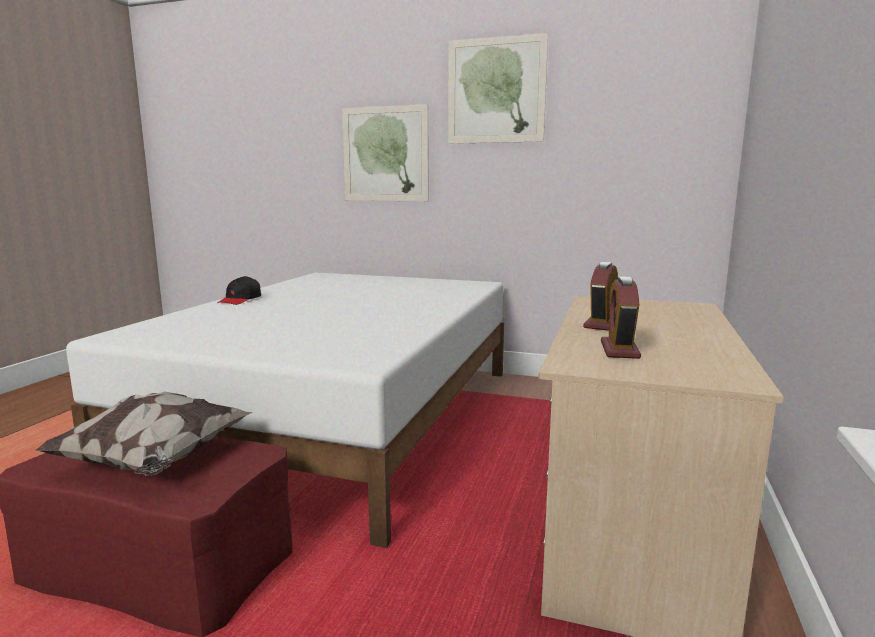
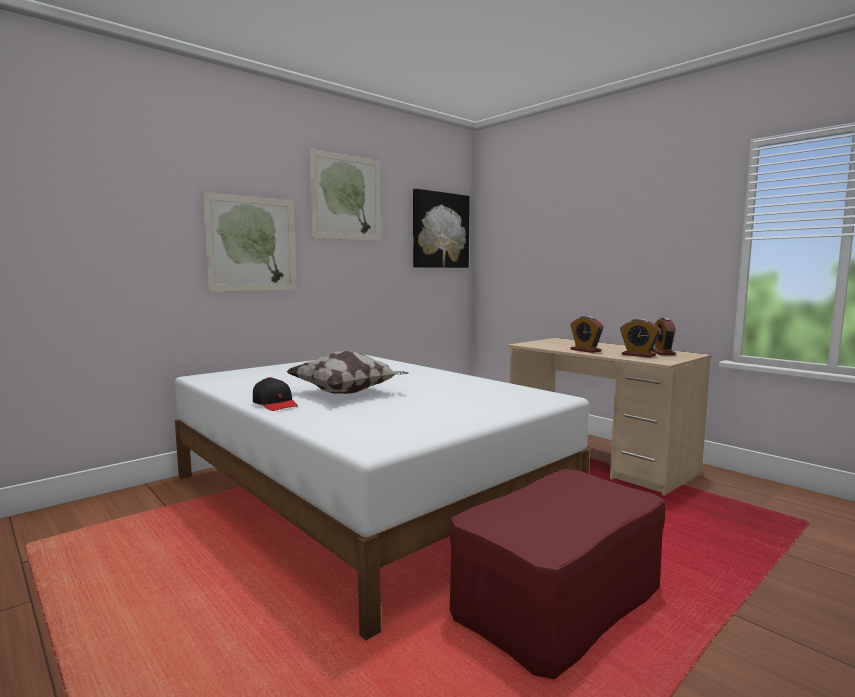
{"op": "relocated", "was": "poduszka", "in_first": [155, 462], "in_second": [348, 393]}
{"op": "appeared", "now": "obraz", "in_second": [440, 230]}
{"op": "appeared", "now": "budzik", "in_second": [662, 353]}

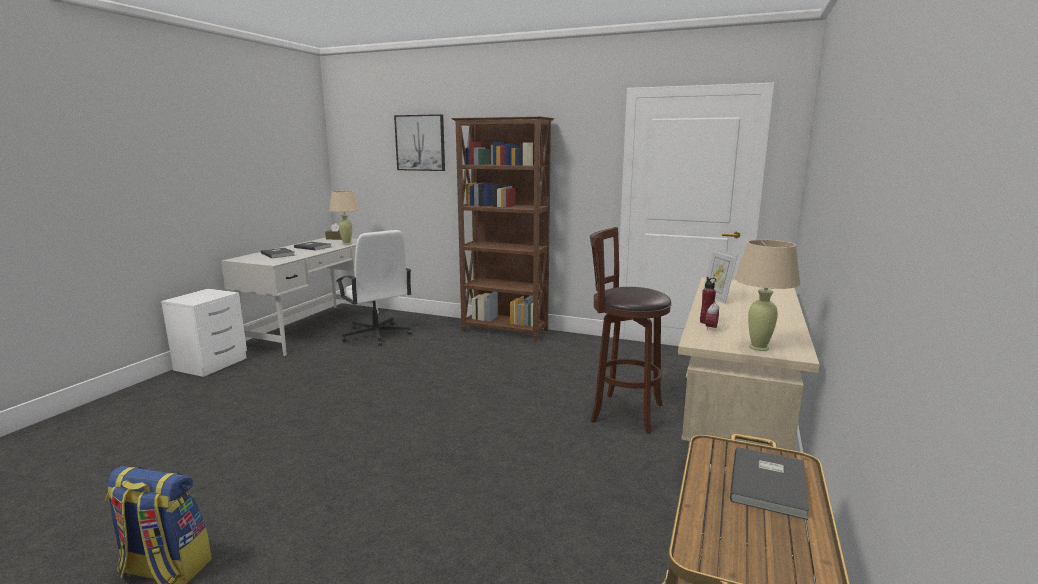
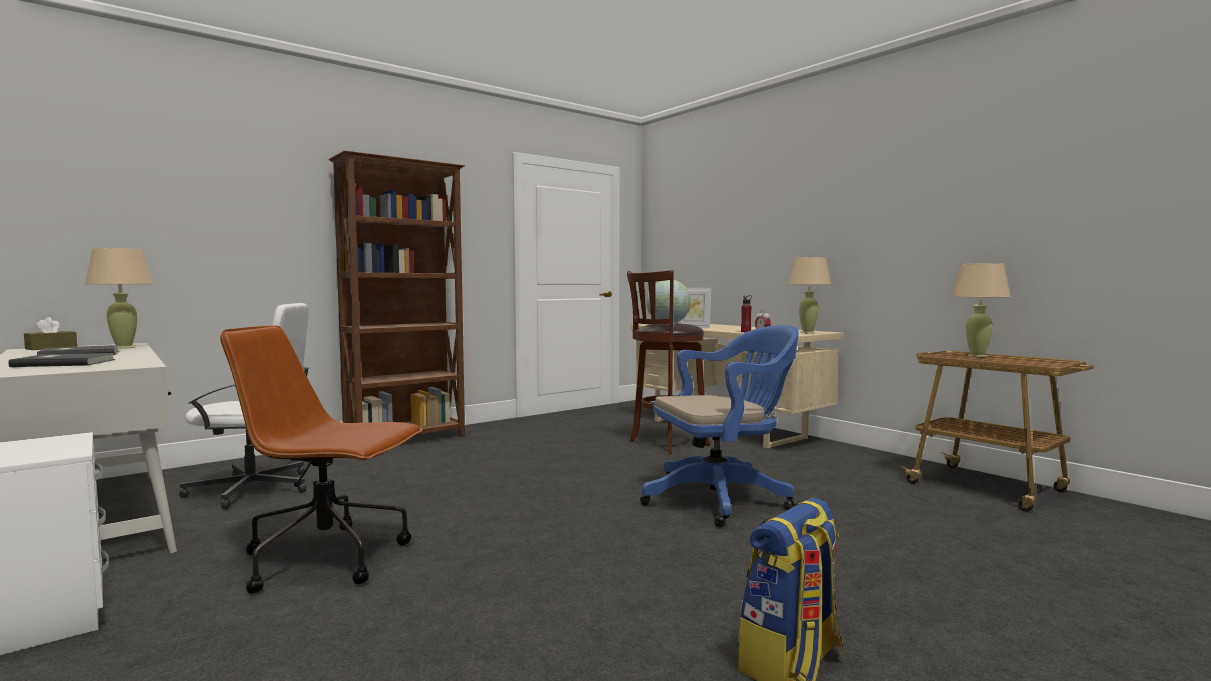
{"op": "missing", "was": "obraz", "in_first": [420, 143]}
{"op": "exchanged", "was": "książka [szary]", "now": "lampa stołowa [beżowy]", "in_first": [770, 484], "in_second": [977, 356]}
{"op": "appeared", "now": "krzesło biurowe [brązowy]", "in_second": [328, 558]}
{"op": "appeared", "now": "krzesło biurowe [niebieski]", "in_second": [722, 499]}
{"op": "appeared", "now": "globus", "in_second": [668, 324]}

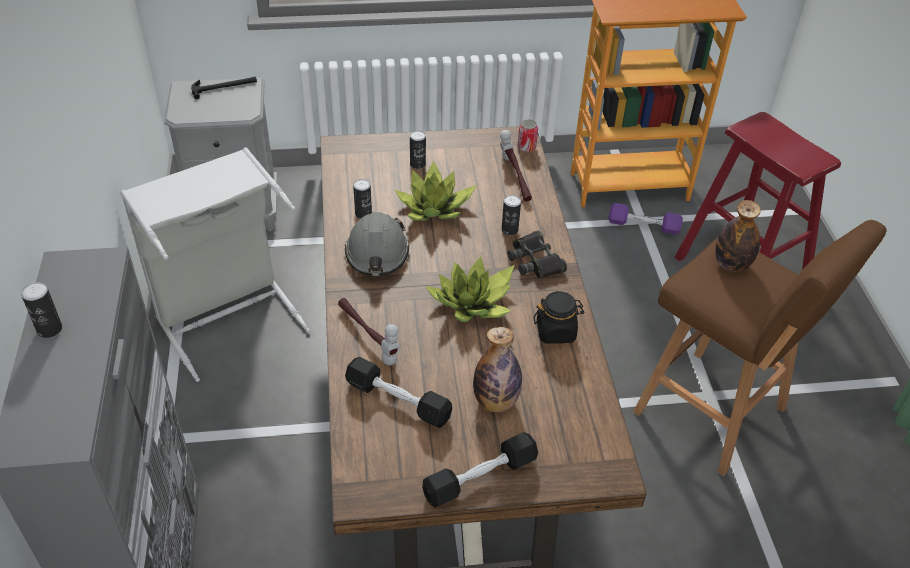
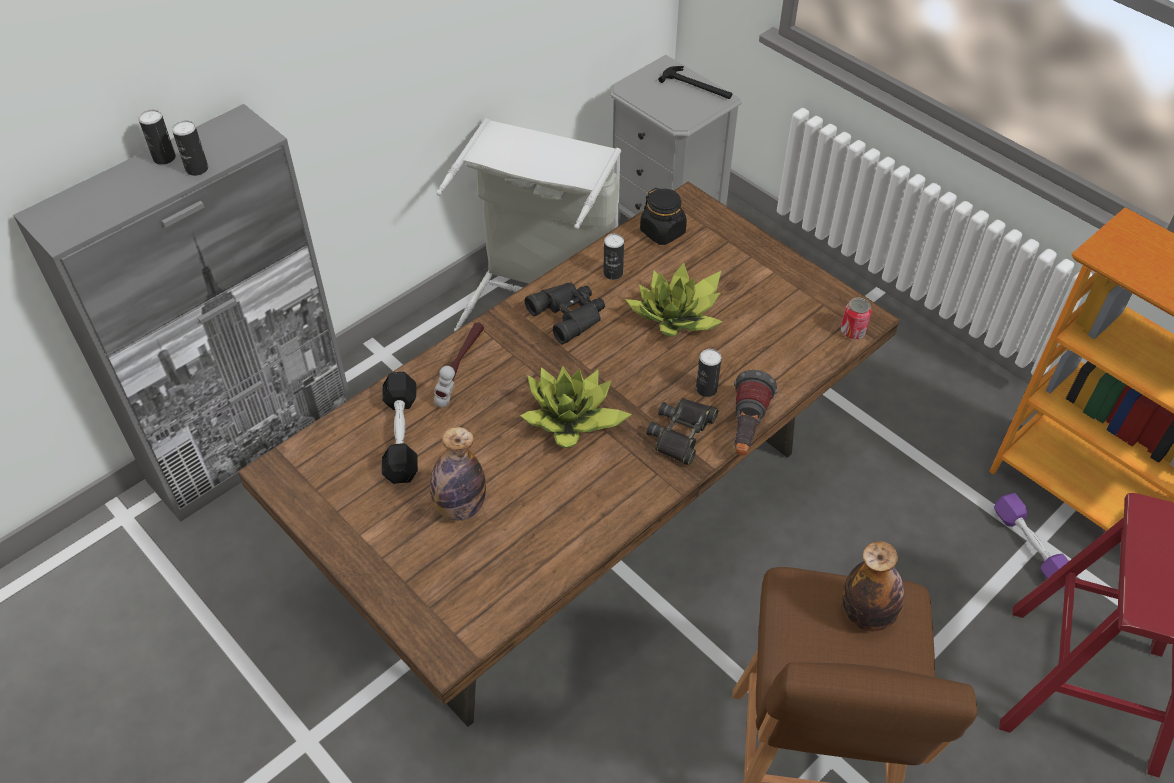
{"op": "exchanged", "was": "kask [szary]", "now": "lornetka [czarny]", "in_first": [377, 254], "in_second": [570, 314]}
{"op": "relocated", "was": "puszka", "in_first": [417, 164], "in_second": [197, 169]}
{"op": "missing", "was": "hantel [czarny]", "in_first": [480, 478]}
{"op": "missing", "was": "młotek", "in_first": [515, 178]}
{"op": "relocated", "was": "słoik [czarny]", "in_first": [556, 331], "in_second": [663, 232]}
{"op": "appeared", "now": "latarka", "in_second": [746, 429]}

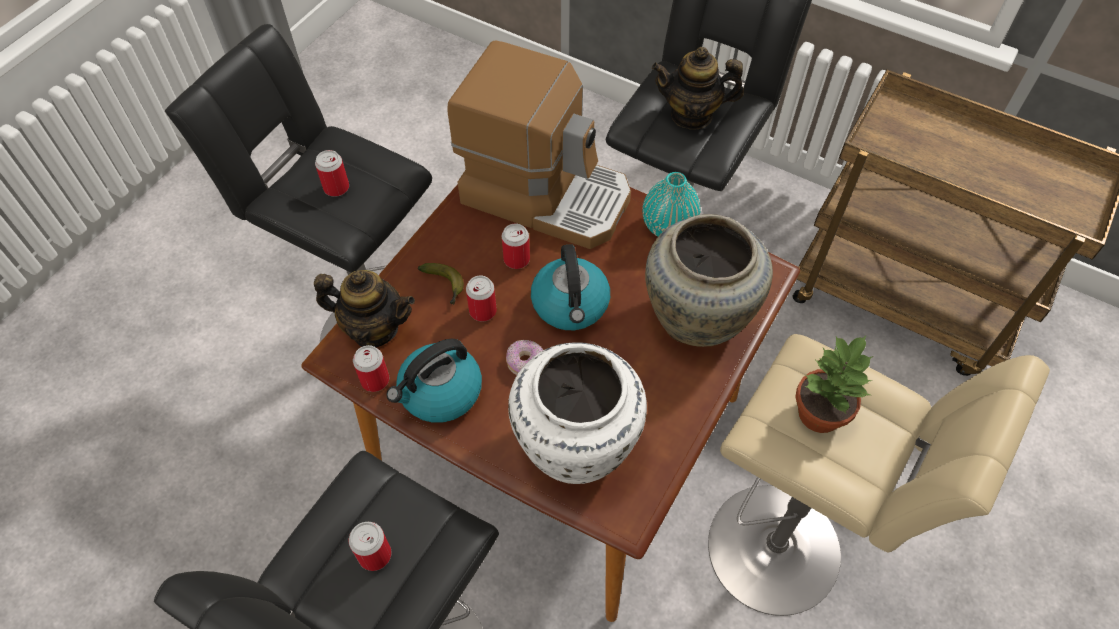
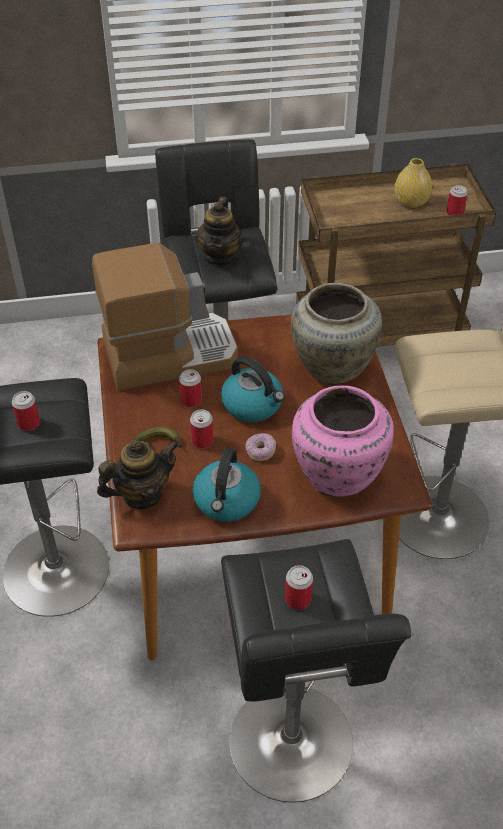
{"op": "relocated", "was": "puszka", "in_first": [375, 380], "in_second": [454, 213]}
{"op": "colour", "was": "wazon [biały]", "now": "wazon [różowy]", "in_first": [577, 444], "in_second": [338, 473]}
{"op": "missing", "was": "wazon [turkusowy]", "in_first": [668, 226]}
{"op": "spun", "was": "imbryk", "in_first": [692, 115], "in_second": [220, 257], "clockwise": -45}
{"op": "missing", "was": "roślina doniczkowa", "in_first": [819, 412]}
{"op": "appeared", "now": "wazon [żółty]", "in_second": [411, 202]}

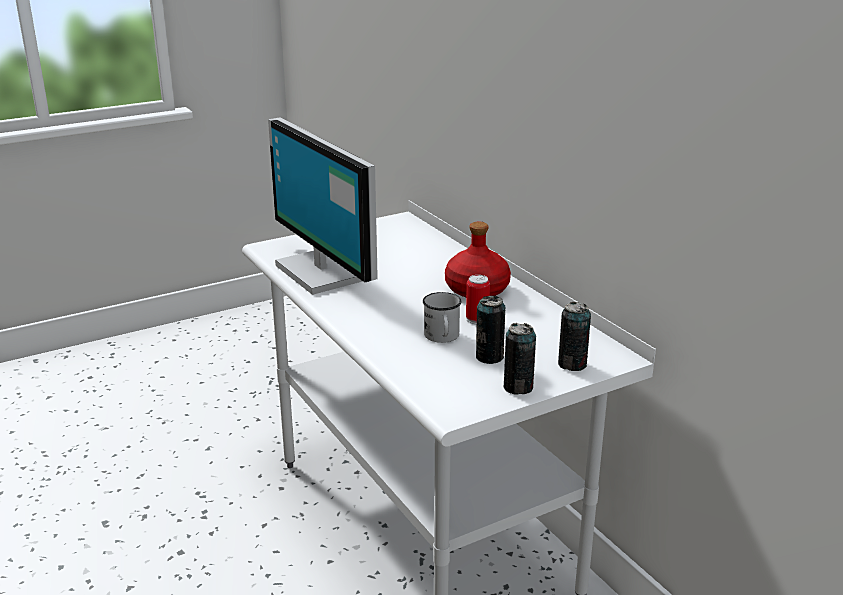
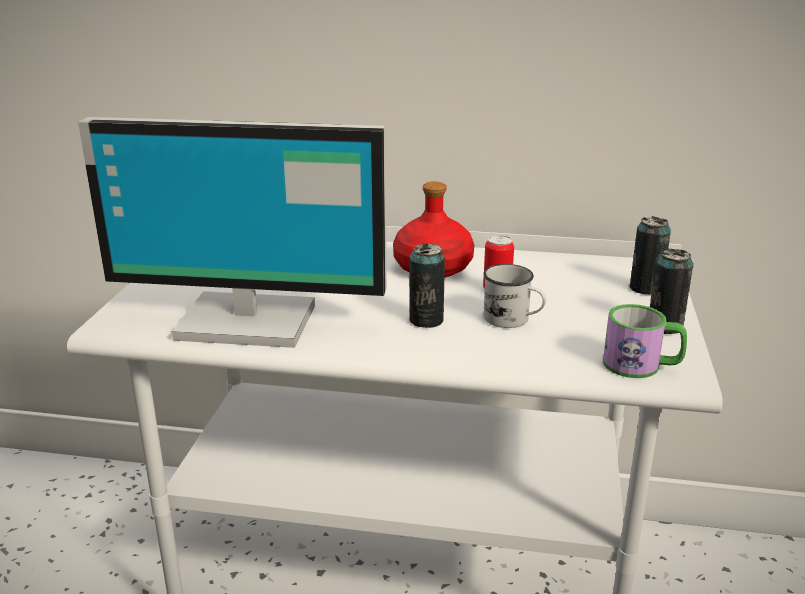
{"op": "relocated", "was": "puszka", "in_first": [489, 357], "in_second": [426, 320]}
{"op": "appeared", "now": "kubek", "in_second": [642, 365]}

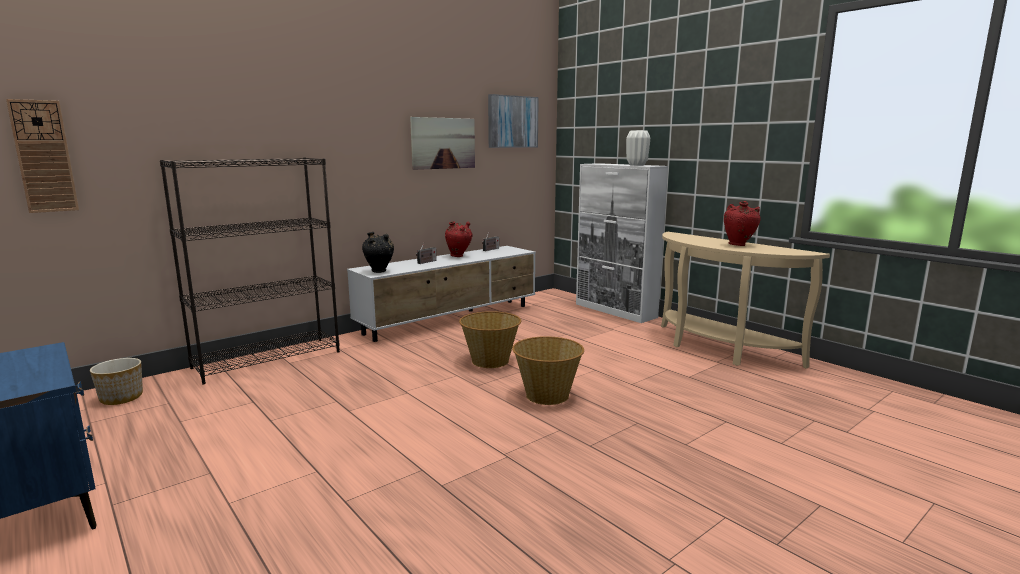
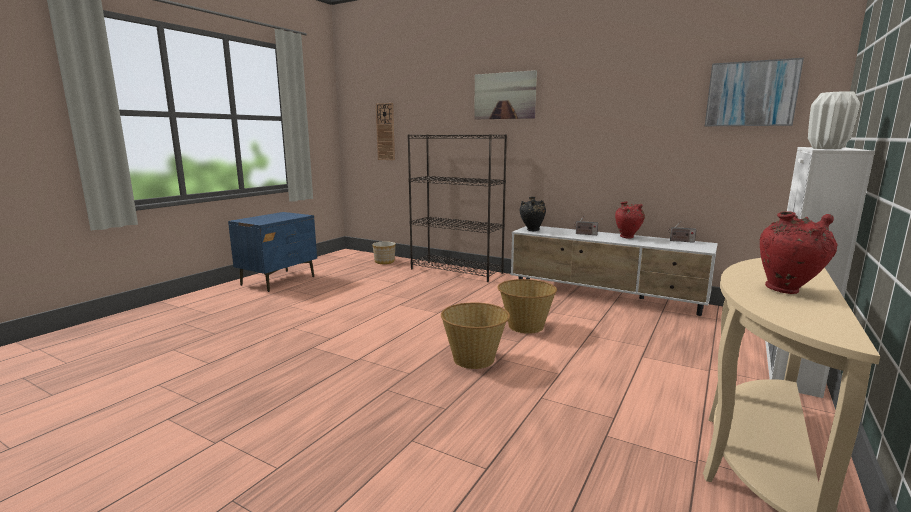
{"op": "relocated", "was": "obraz", "in_first": [443, 143], "in_second": [504, 96]}

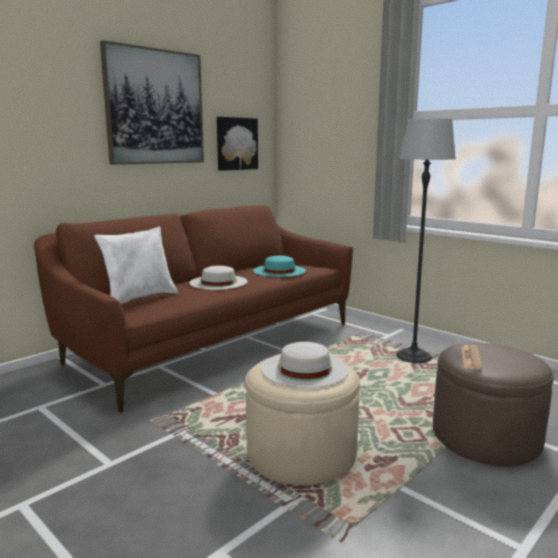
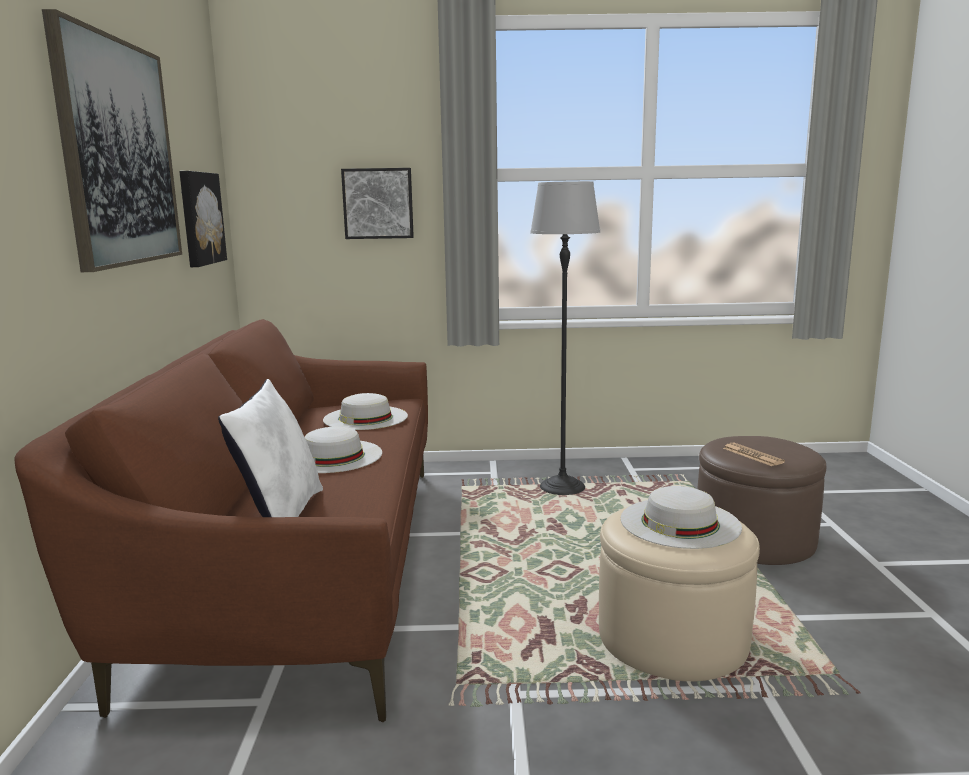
{"op": "colour", "was": "kapelusz [turkusowy]", "now": "kapelusz [biały]", "in_first": [279, 270], "in_second": [365, 418]}
{"op": "appeared", "now": "obraz", "in_second": [378, 203]}

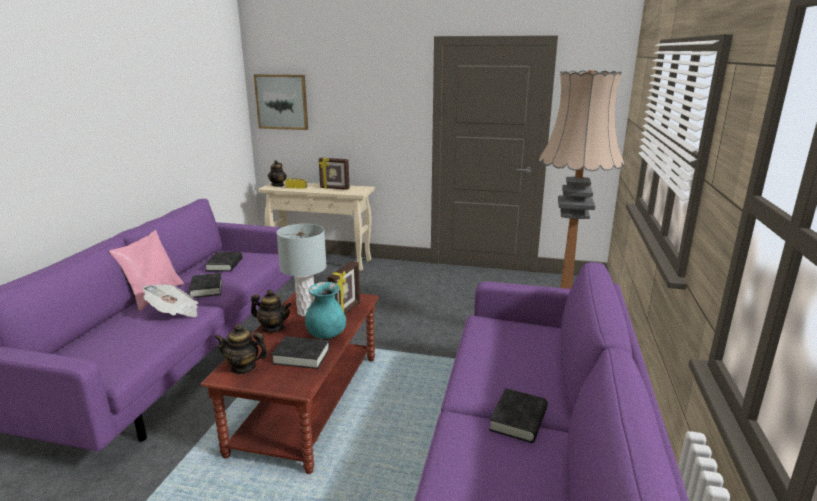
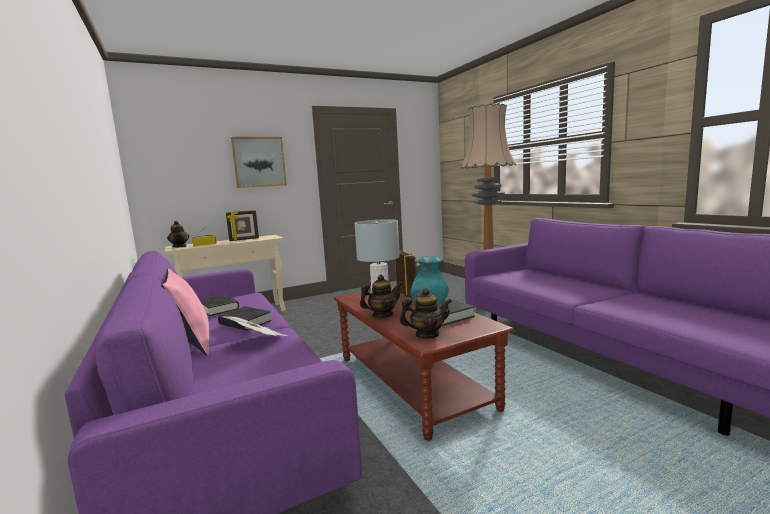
{"op": "spun", "was": "imbryk", "in_first": [243, 367], "in_second": [427, 335], "clockwise": -150}
{"op": "relocated", "was": "obraz", "in_first": [282, 102], "in_second": [259, 162]}
{"op": "missing", "was": "książka [czarny]", "in_first": [518, 420]}

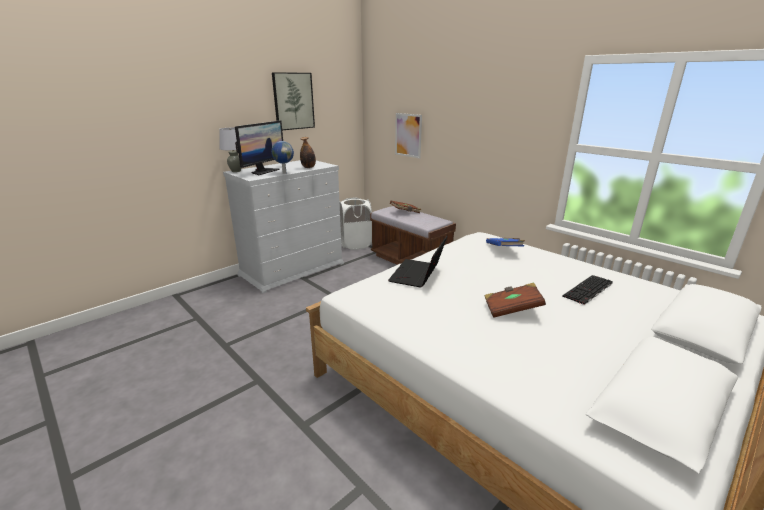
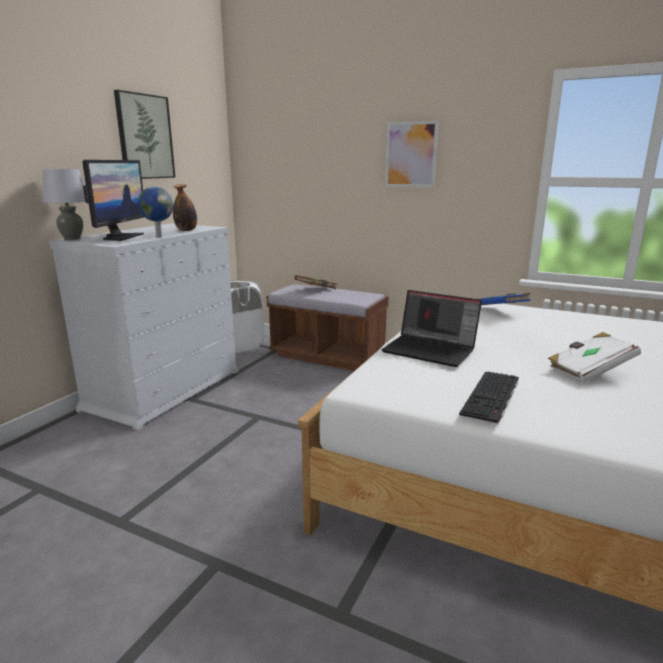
{"op": "spun", "was": "laptop", "in_first": [418, 275], "in_second": [431, 350], "clockwise": -60}
{"op": "relocated", "was": "obraz", "in_first": [408, 135], "in_second": [410, 155]}
{"op": "colour", "was": "książka [brązowy]", "now": "książka [biały]", "in_first": [512, 309], "in_second": [589, 370]}
{"op": "relocated", "was": "klawiatura", "in_first": [588, 290], "in_second": [492, 397]}

